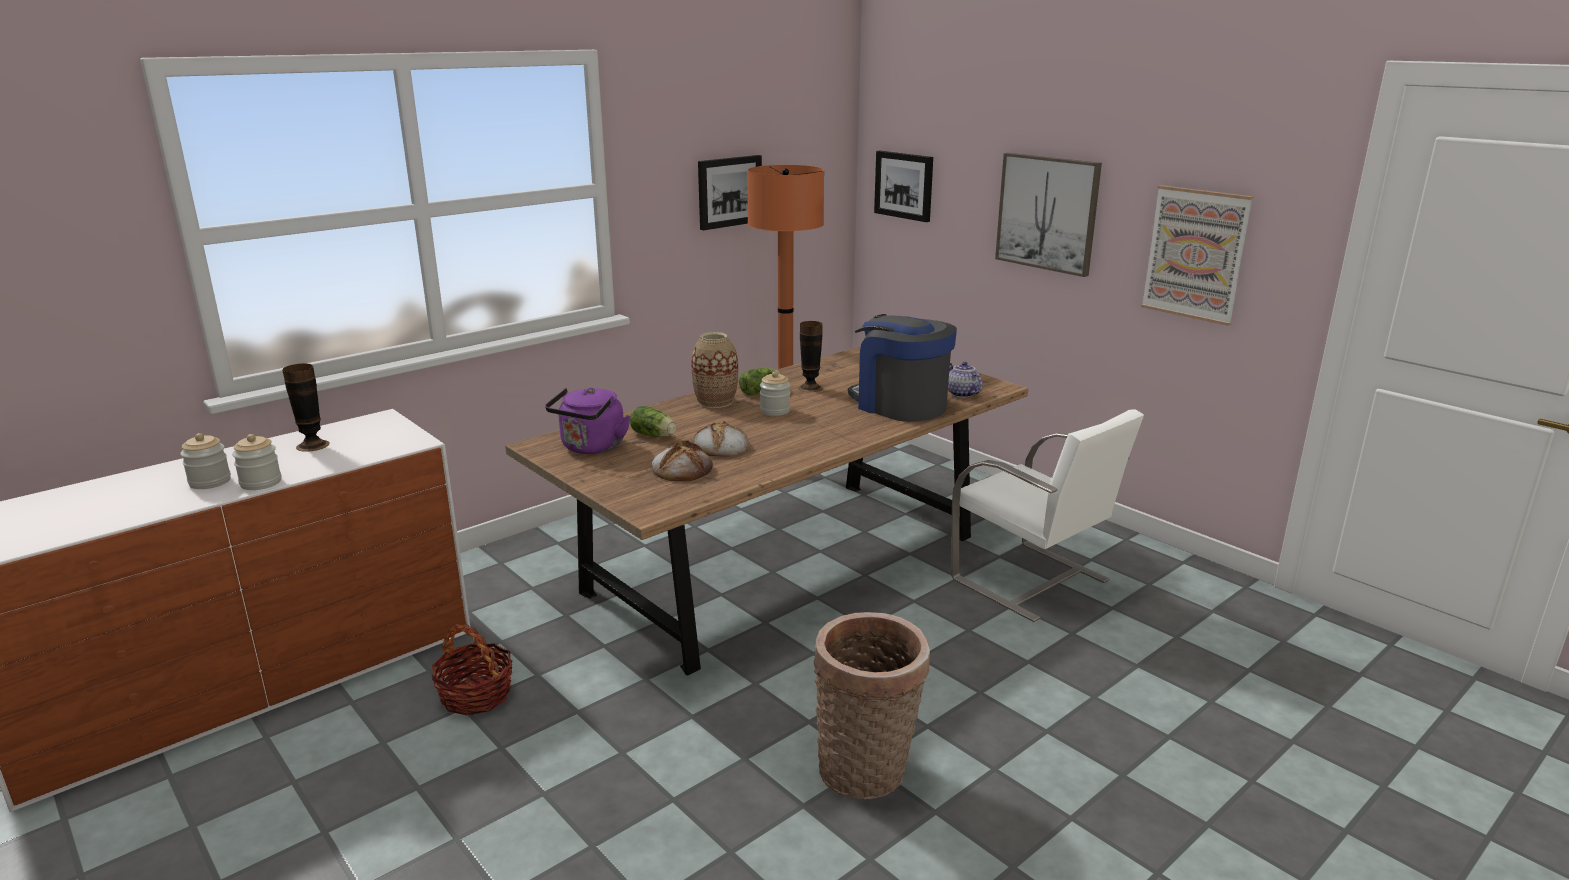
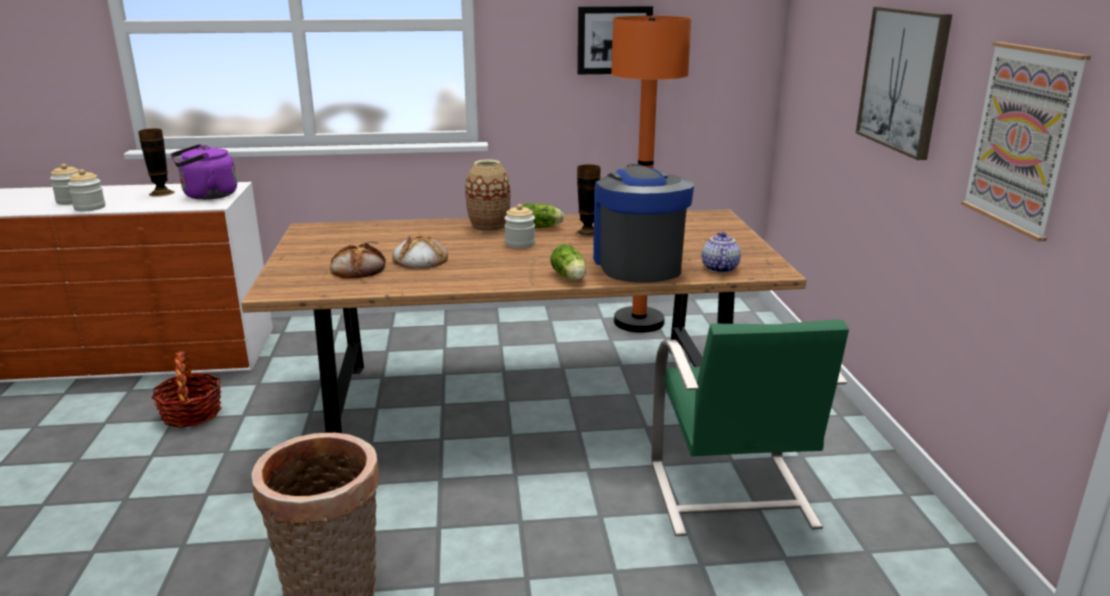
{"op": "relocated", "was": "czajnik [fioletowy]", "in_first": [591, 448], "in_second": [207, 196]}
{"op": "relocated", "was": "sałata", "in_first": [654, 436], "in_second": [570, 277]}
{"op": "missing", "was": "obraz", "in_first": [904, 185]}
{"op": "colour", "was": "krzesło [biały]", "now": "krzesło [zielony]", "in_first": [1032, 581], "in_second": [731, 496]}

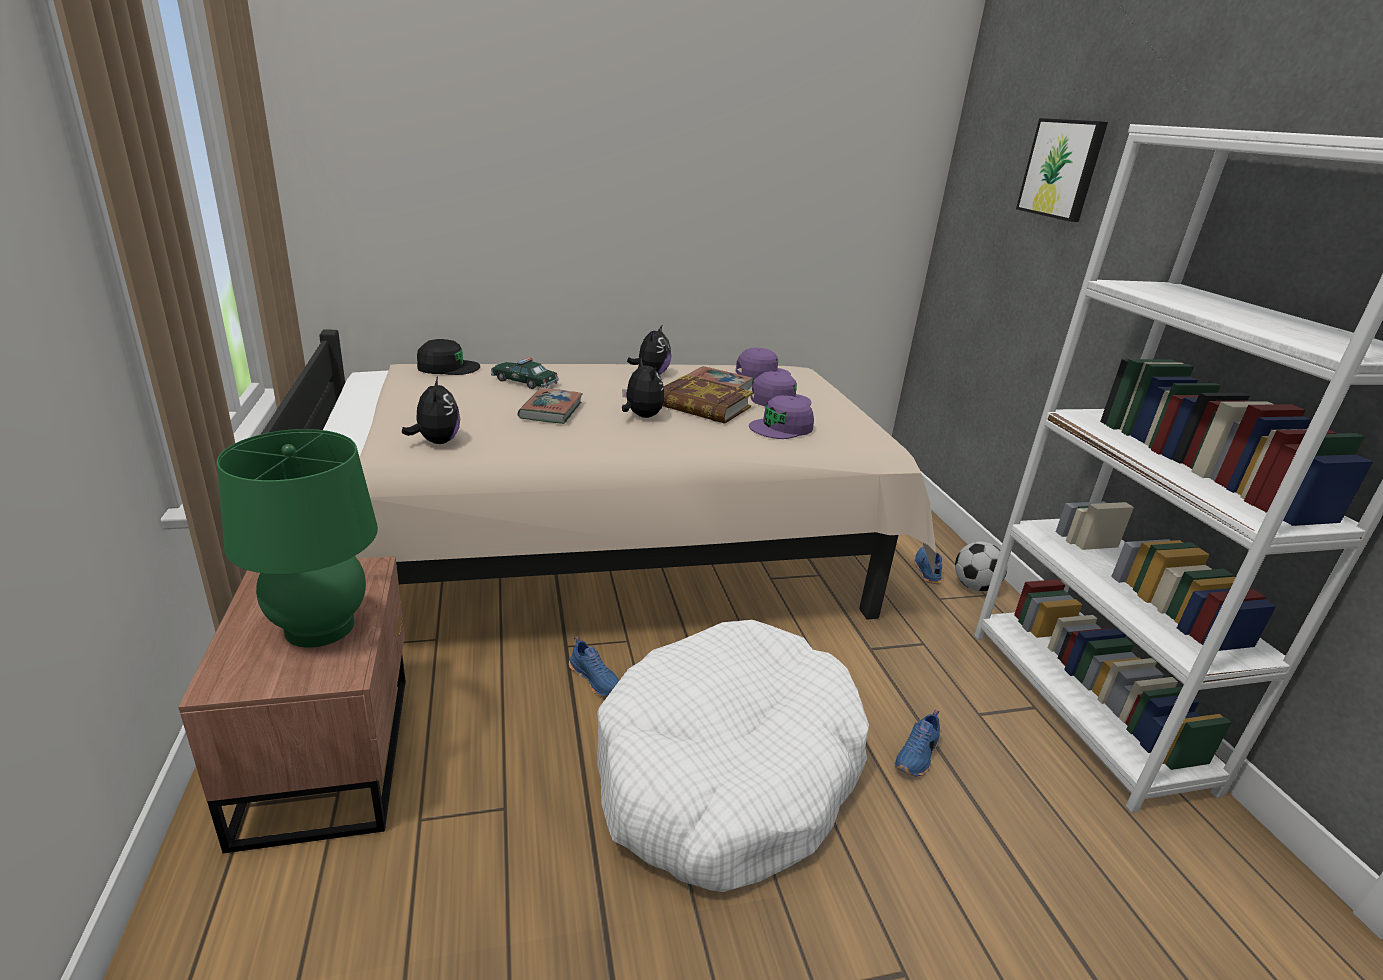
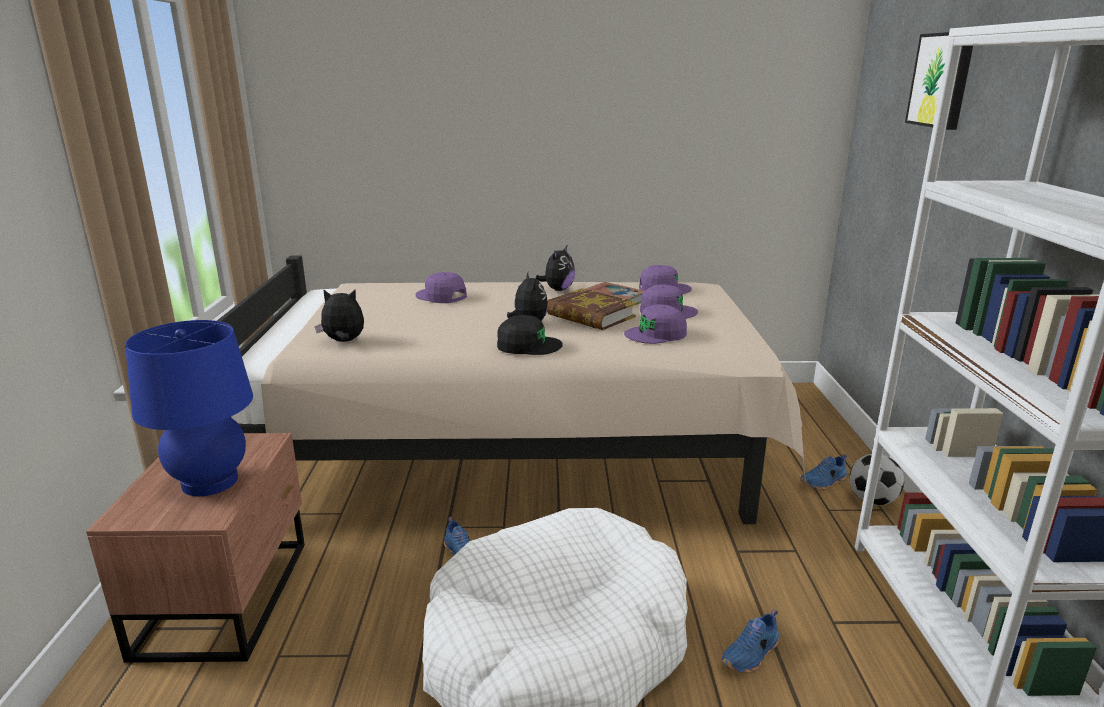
{"op": "colour", "was": "lampa stołowa [zielony]", "now": "lampa stołowa [niebieski]", "in_first": [320, 627], "in_second": [210, 482]}
{"op": "spun", "was": "pluszak", "in_first": [436, 442], "in_second": [344, 341], "clockwise": -90}
{"op": "relocated", "was": "czapka z daszkiem [czarny]", "in_first": [447, 367], "in_second": [528, 345]}
{"op": "exchanged", "was": "samochodzik", "now": "czapka z daszkiem [fioletowy]", "in_first": [524, 382], "in_second": [441, 296]}
{"op": "missing", "was": "książka", "in_first": [551, 410]}
{"op": "spun", "was": "but [niebieski]", "in_first": [926, 570], "in_second": [824, 482], "clockwise": -135}

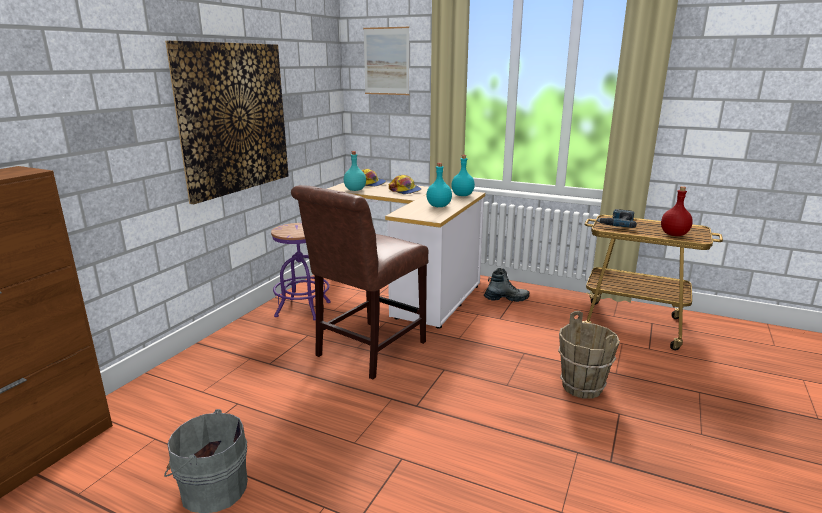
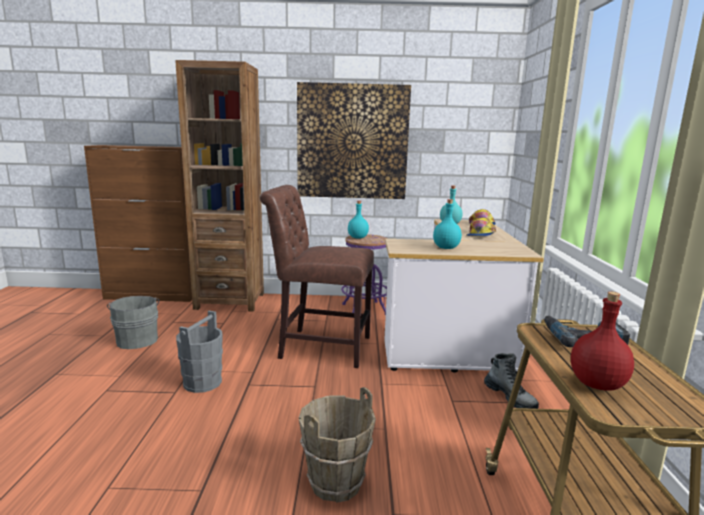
{"op": "missing", "was": "obraz", "in_first": [386, 61]}
{"op": "relocated", "was": "butelka [turkusowy]", "in_first": [462, 195], "in_second": [358, 237]}
{"op": "appeared", "now": "regał [brązowy]", "in_second": [230, 301]}
{"op": "appeared", "now": "wiadro [szary]", "in_second": [203, 382]}

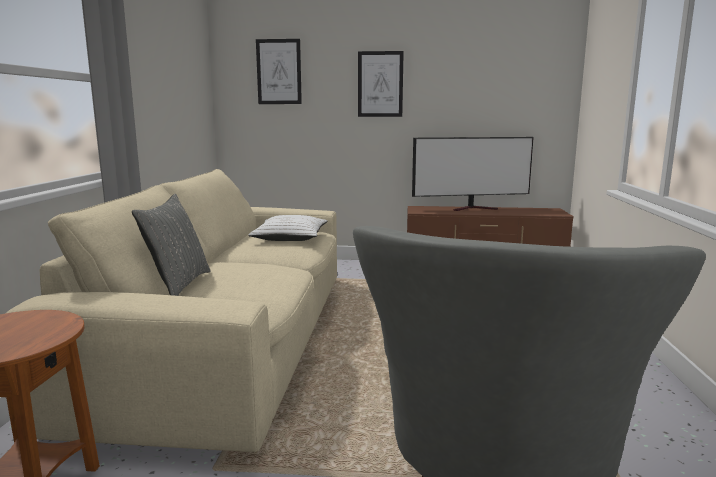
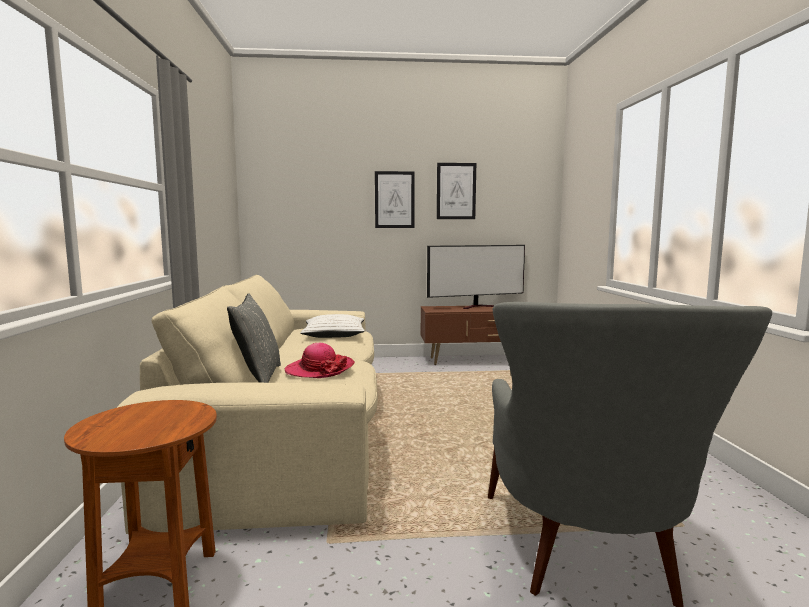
{"op": "relocated", "was": "obraz", "in_first": [279, 72], "in_second": [456, 191]}
{"op": "appeared", "now": "kapelusz", "in_second": [319, 369]}

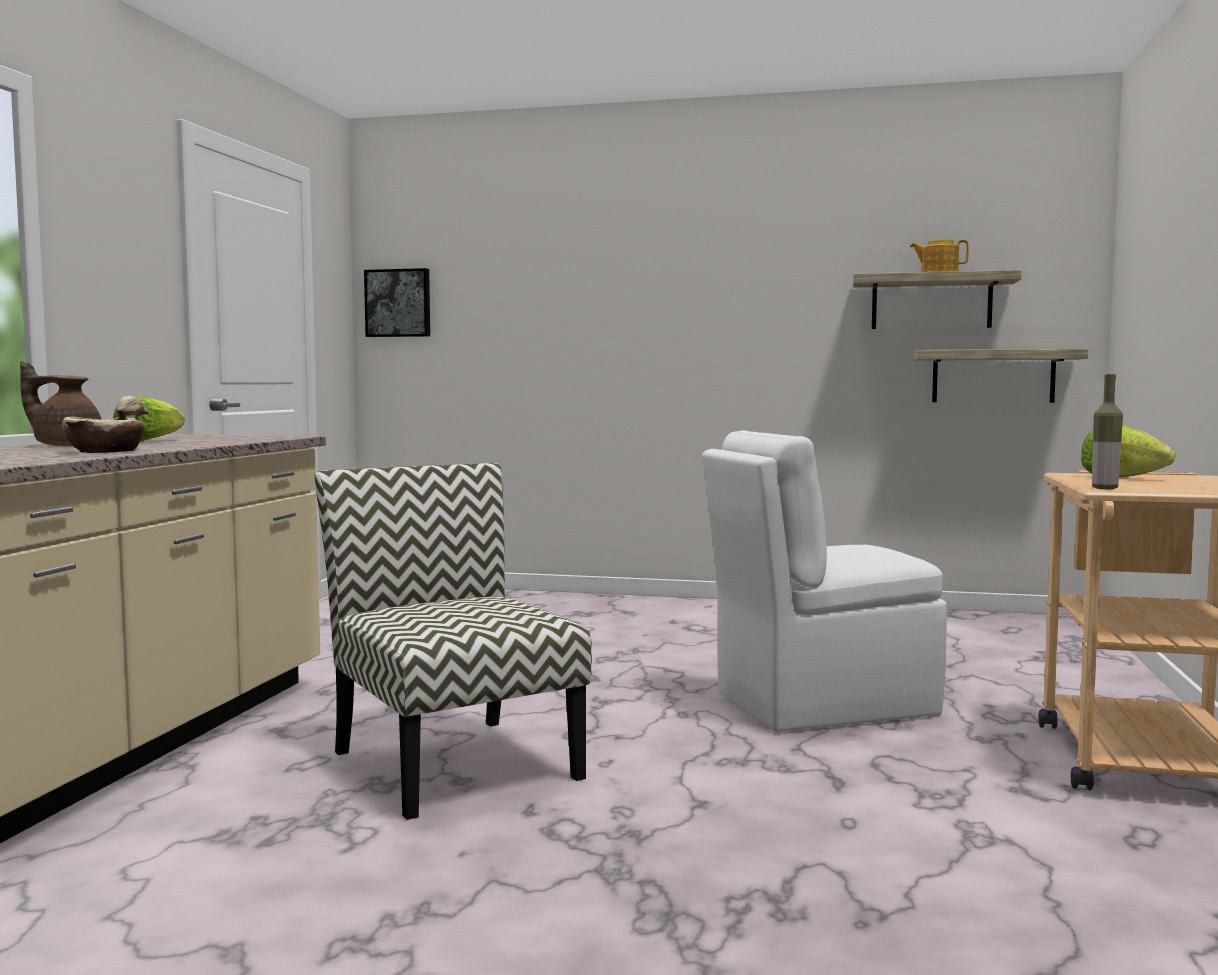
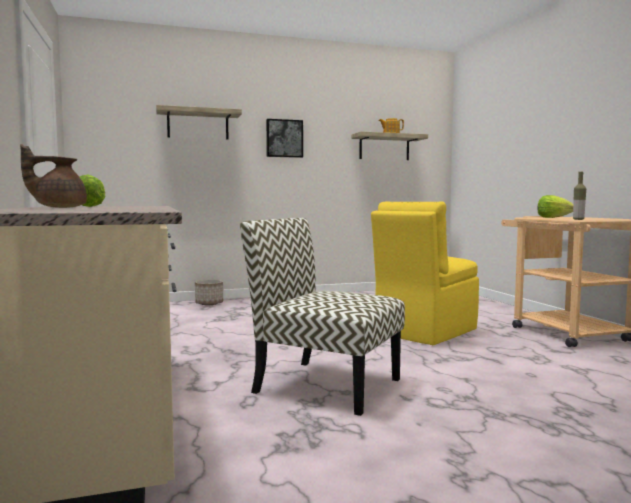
{"op": "missing", "was": "miska [beżowy]", "in_first": [106, 451]}
{"op": "relocated", "was": "obraz", "in_first": [398, 303], "in_second": [284, 138]}
{"op": "colour", "was": "krzesło [biały]", "now": "krzesło [żółty]", "in_first": [819, 704], "in_second": [424, 332]}
{"op": "relocated", "was": "półka", "in_first": [993, 376], "in_second": [198, 125]}
{"op": "appeared", "now": "donica", "in_second": [209, 303]}

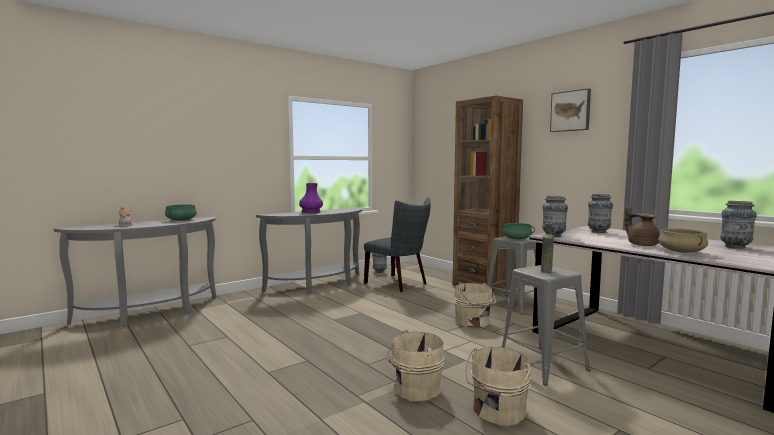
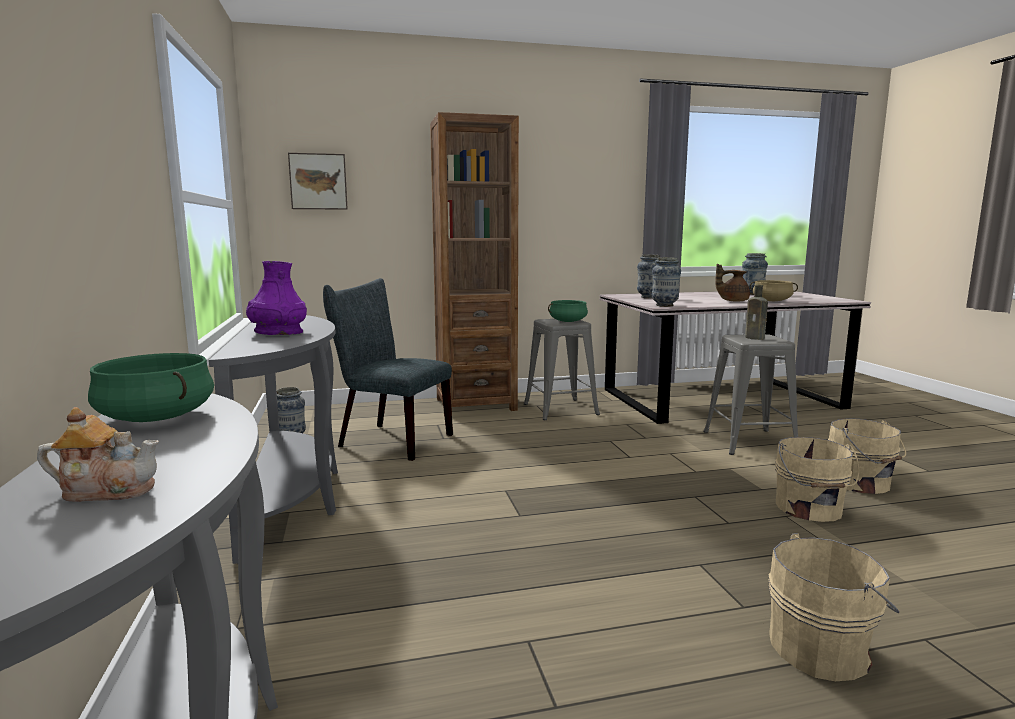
{"op": "spun", "was": "krzesło [szary]", "in_first": [399, 284], "in_second": [388, 440], "clockwise": -135}
{"op": "relocated", "was": "wiadro [beżowy]", "in_first": [473, 322], "in_second": [823, 648]}
{"op": "relocated", "was": "obraz", "in_first": [570, 111], "in_second": [318, 181]}

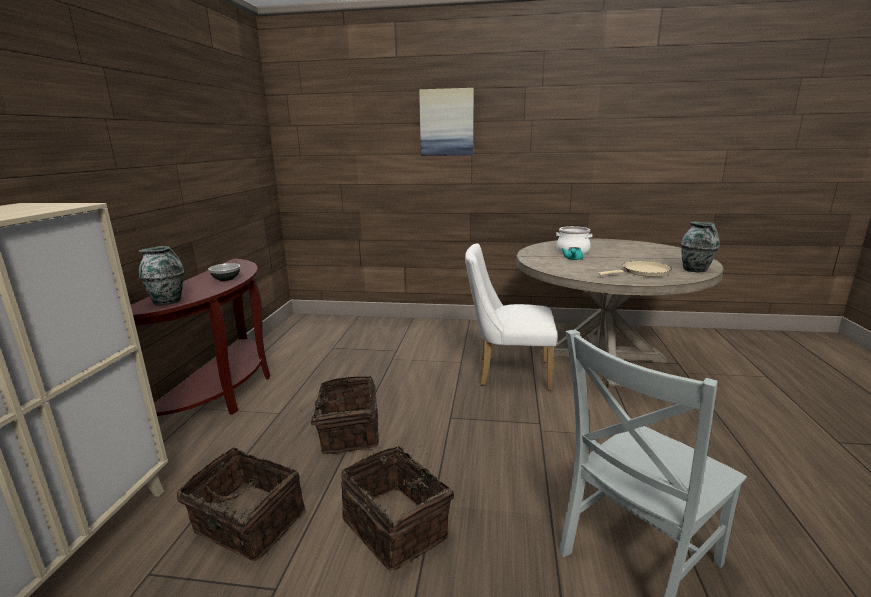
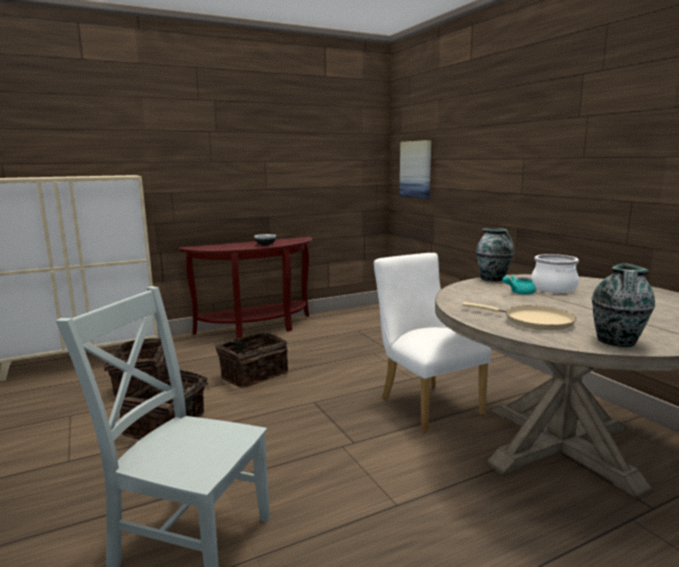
{"op": "relocated", "was": "wazon", "in_first": [168, 301], "in_second": [493, 279]}
{"op": "relocated", "was": "obraz", "in_first": [446, 122], "in_second": [416, 169]}

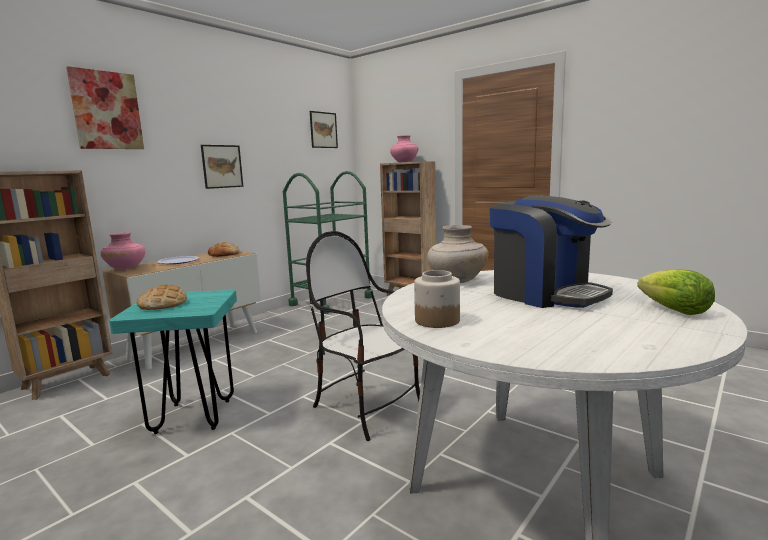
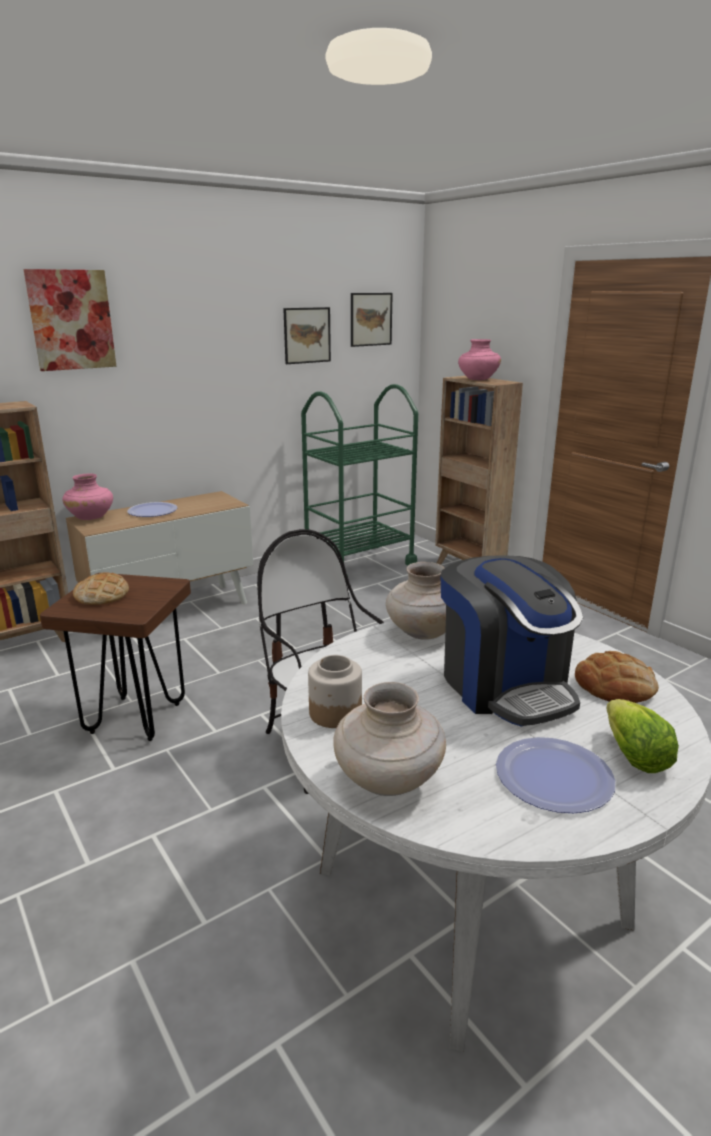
{"op": "colour", "was": "stołek [turkusowy]", "now": "stołek [brązowy]", "in_first": [193, 416], "in_second": [136, 718]}
{"op": "relocated", "was": "obraz", "in_first": [222, 166], "in_second": [307, 335]}
{"op": "relocated", "was": "chleb", "in_first": [224, 254], "in_second": [615, 685]}
{"op": "appeared", "now": "wazon [beżowy]", "in_second": [388, 781]}
{"op": "appeared", "now": "talerz", "in_second": [554, 776]}

